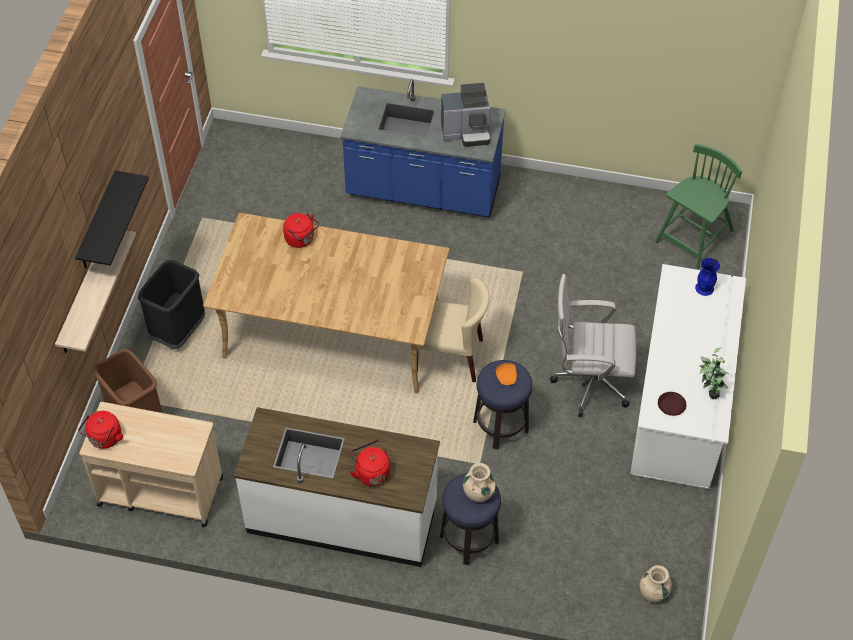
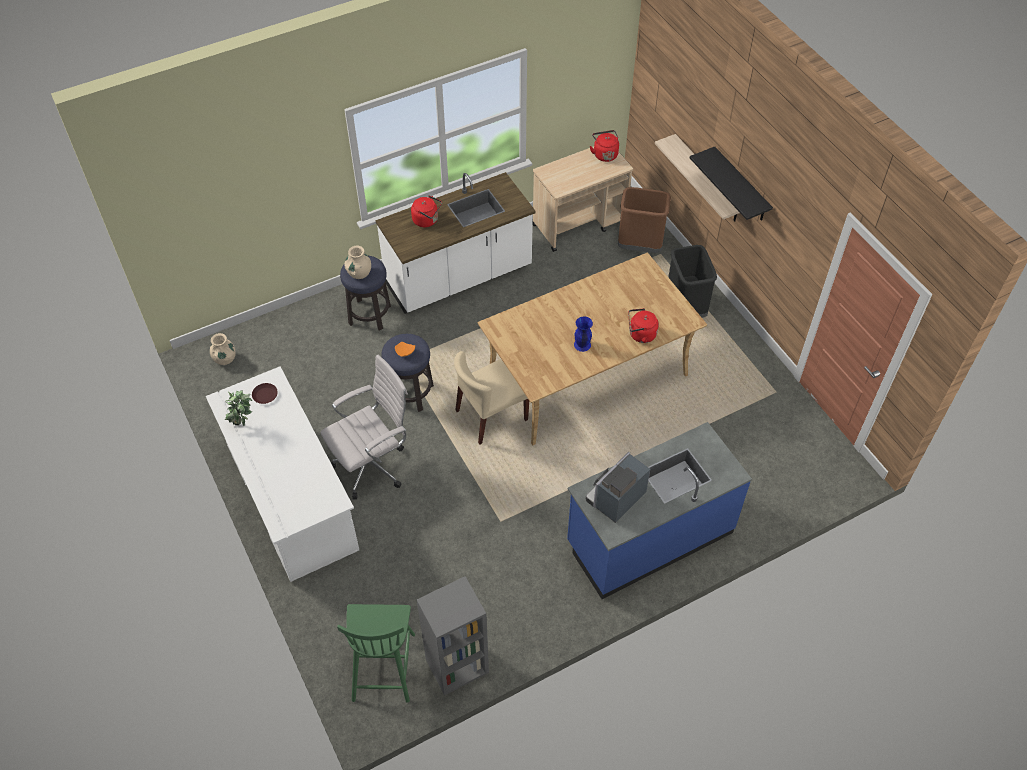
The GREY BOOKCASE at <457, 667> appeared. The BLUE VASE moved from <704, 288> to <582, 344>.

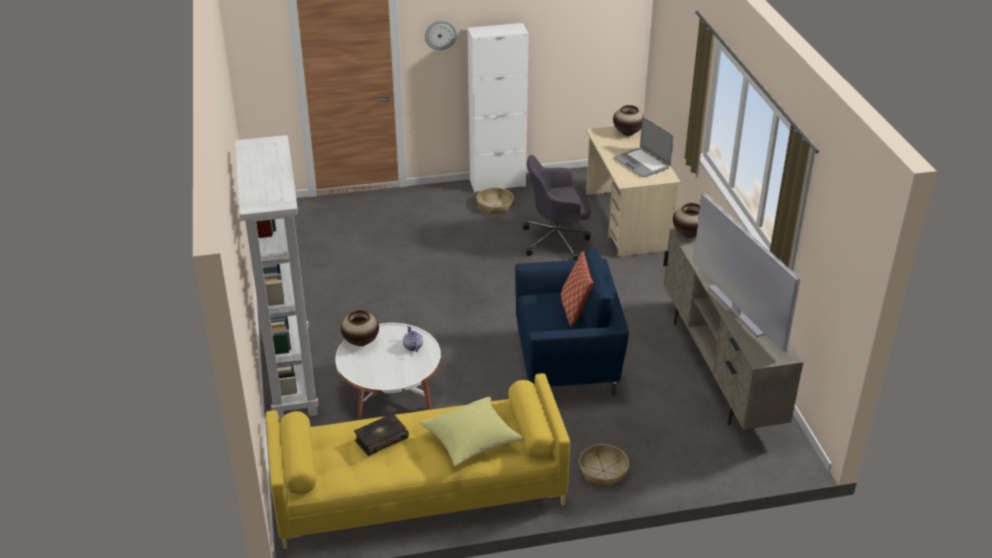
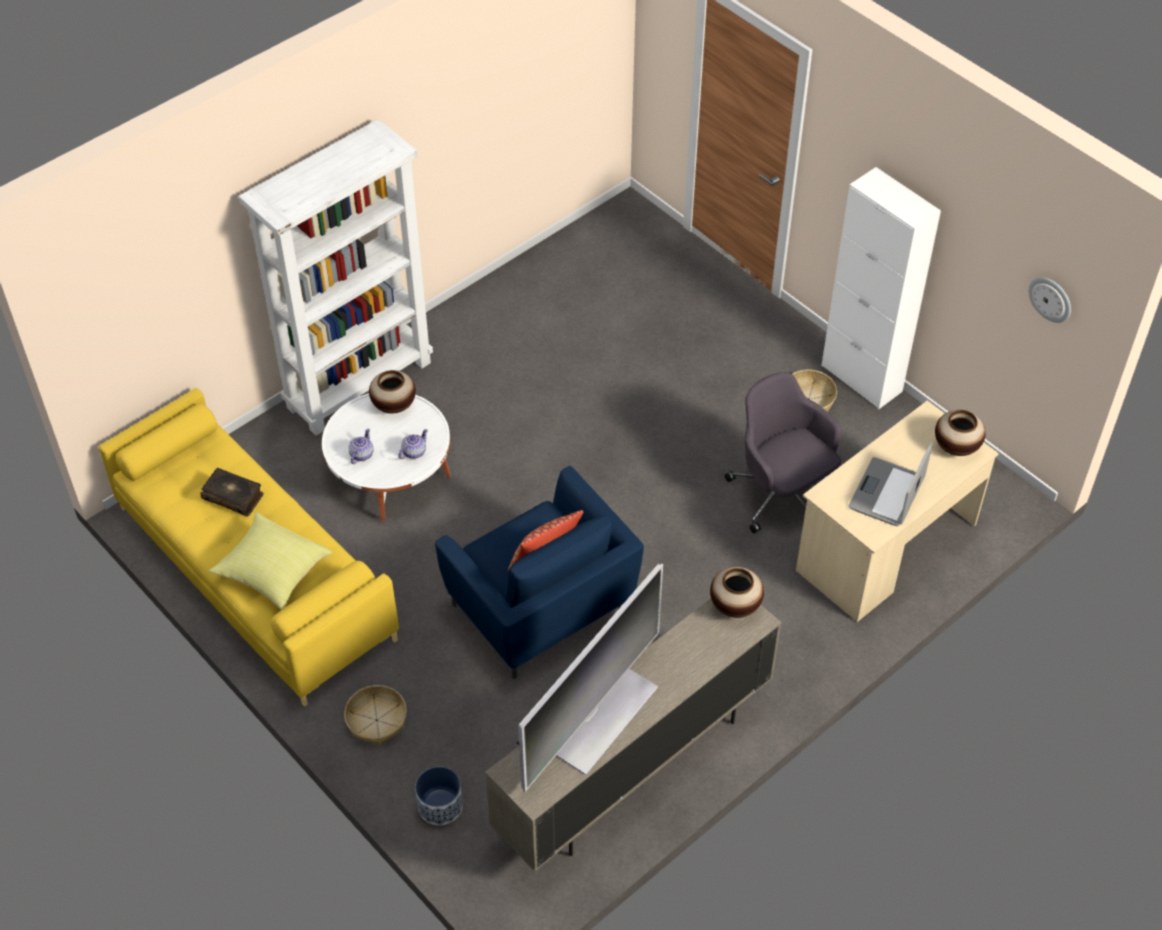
The TEAPOT at <361, 455> appeared. The PLANTER at <440, 806> appeared. The WALL CLOCK moved from <440, 34> to <1050, 299>.

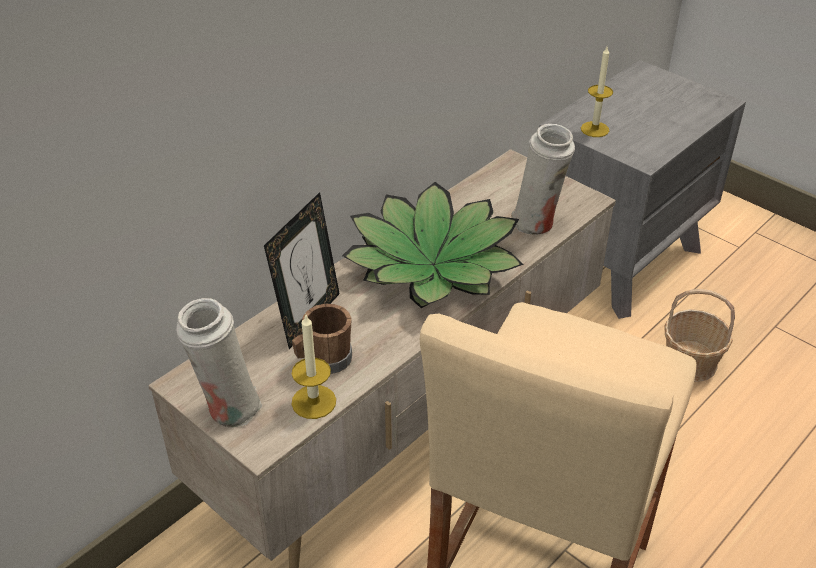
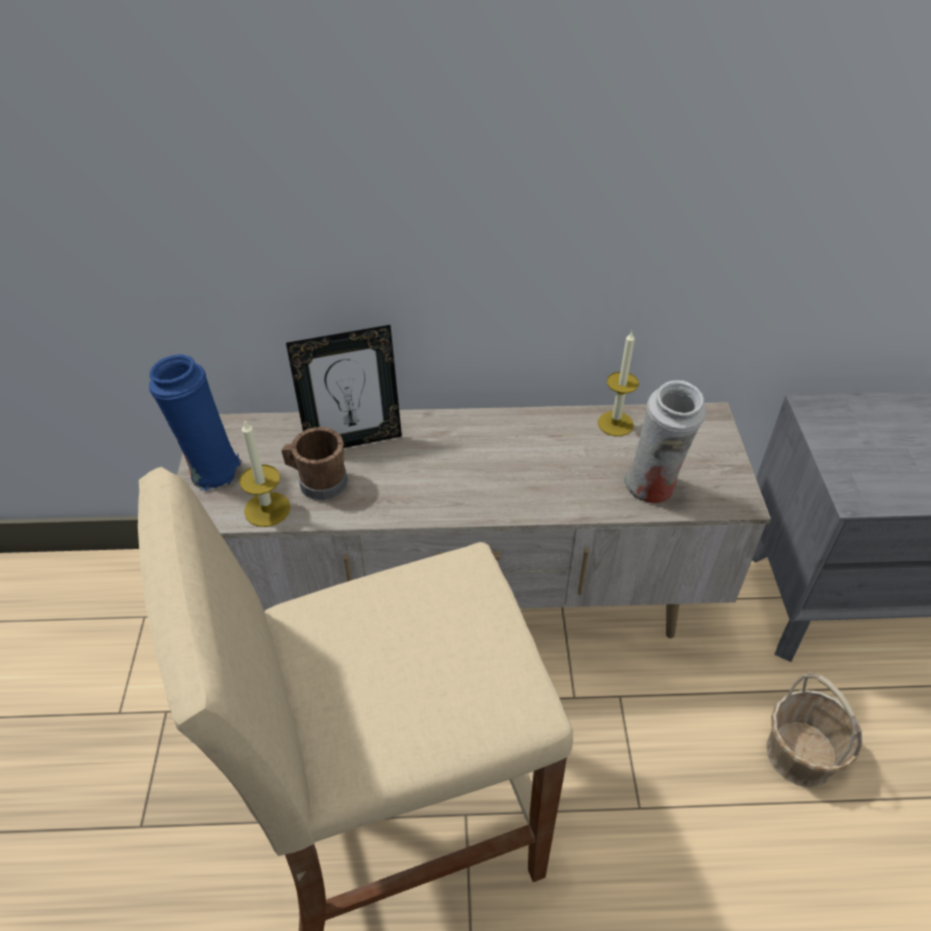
The WHITE VASE at <228, 409> became the BLUE VASE at <210, 470>. The CANDLE moved from <594, 129> to <615, 423>. The POTTED PLANT at <433, 264> disappeared.

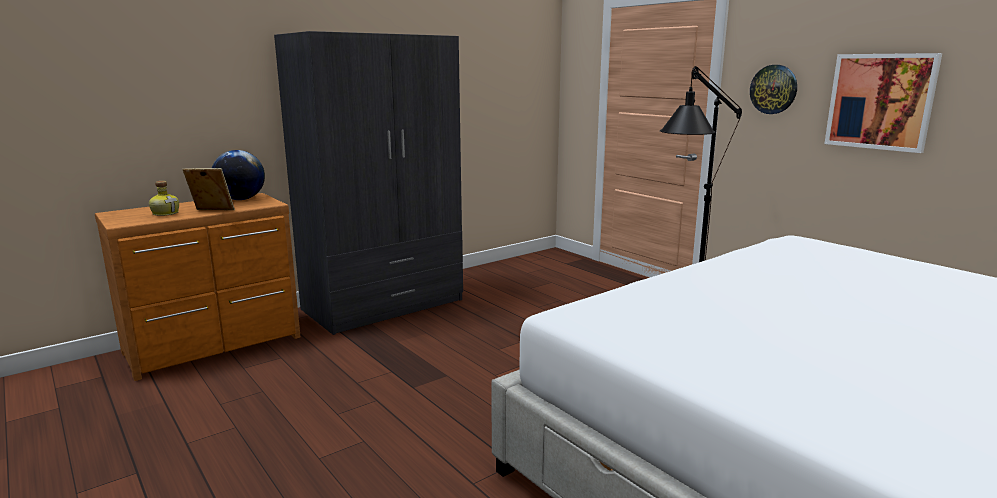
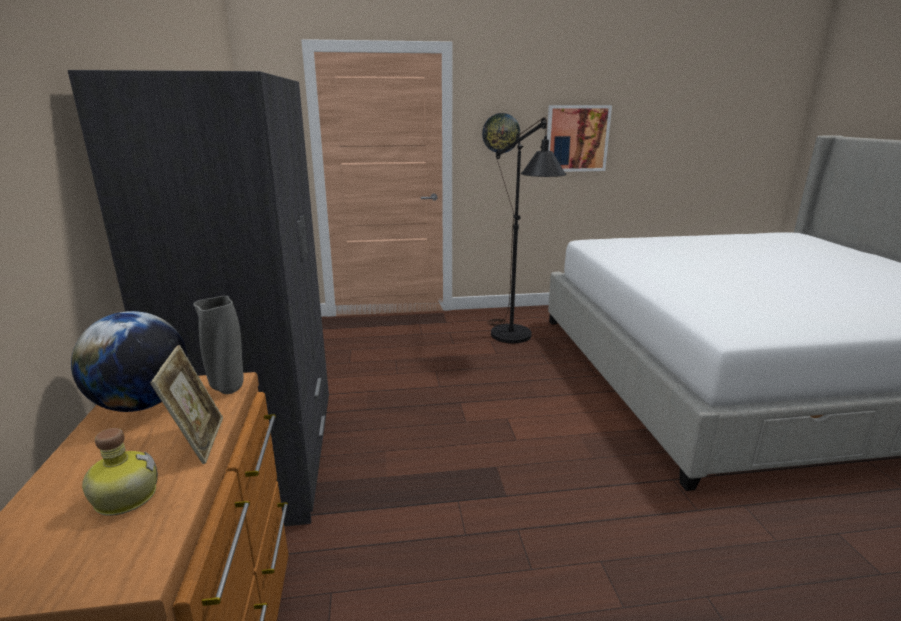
The PICTURE FRAME at <211, 211> turned 135 degrees clockwise. The GREY VASE at <228, 388> appeared.

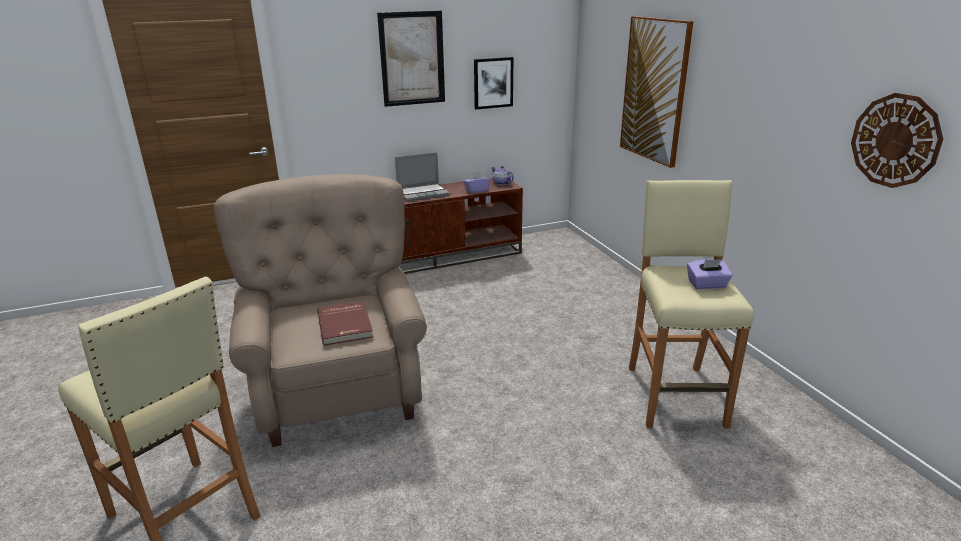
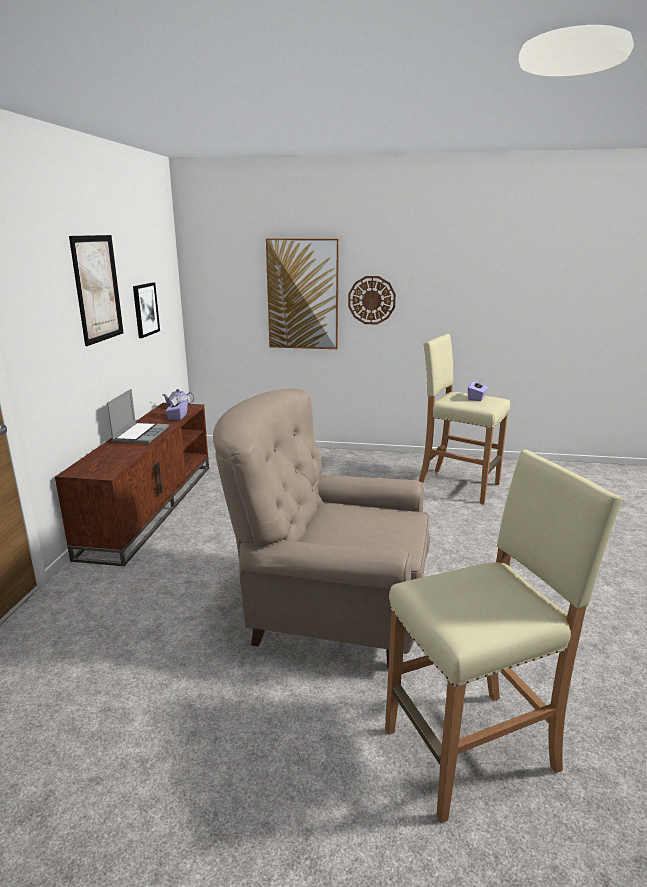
The WALL CLOCK moved from <895, 140> to <371, 300>. The RED BOOK at <346, 325> disappeared.

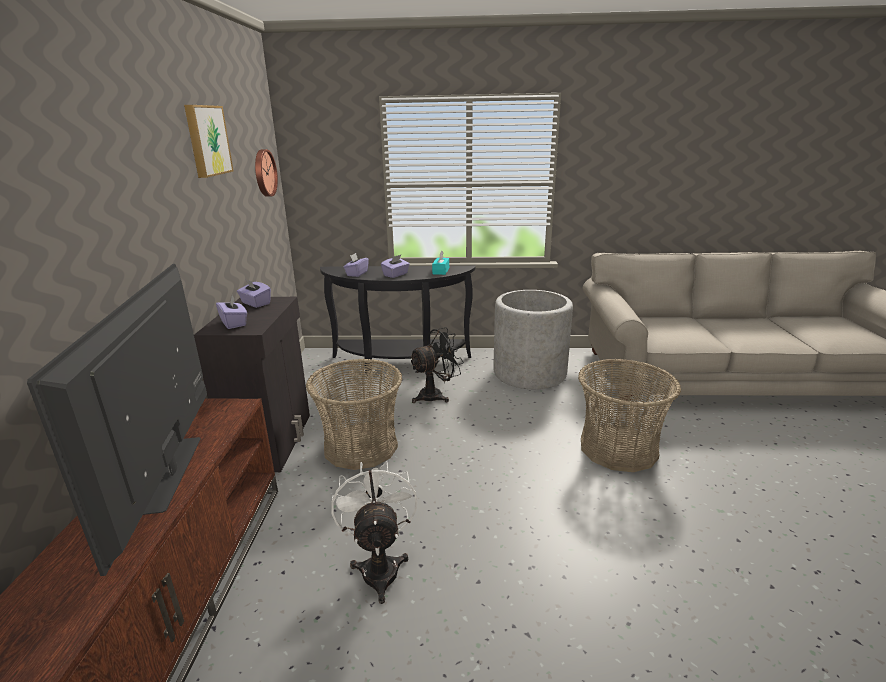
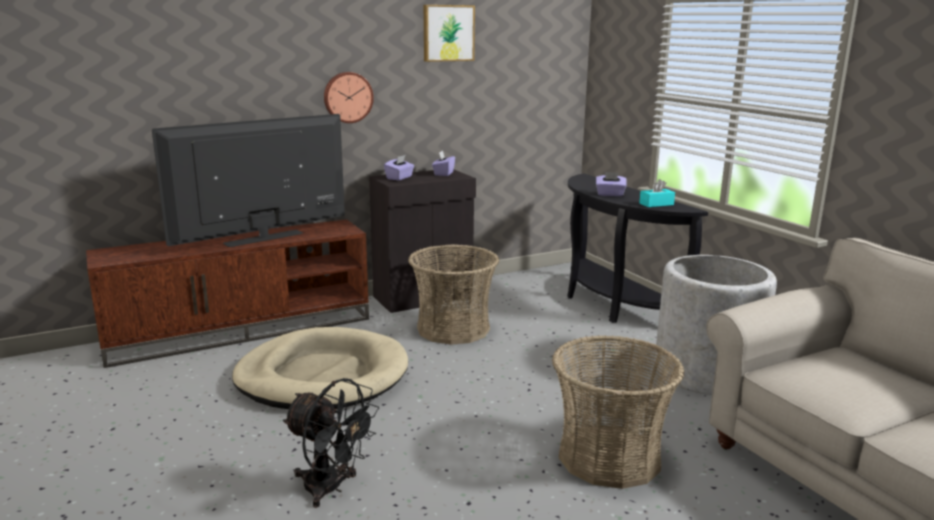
The WHITE FAN at <379, 566> was replaced by the BEIGE DOG BED at <322, 376>. The BLACK FAN moved from <436, 395> to <331, 488>. The WALL CLOCK moved from <264, 173> to <347, 97>. The PURPLE TISSUE BOX at <357, 273> disappeared.

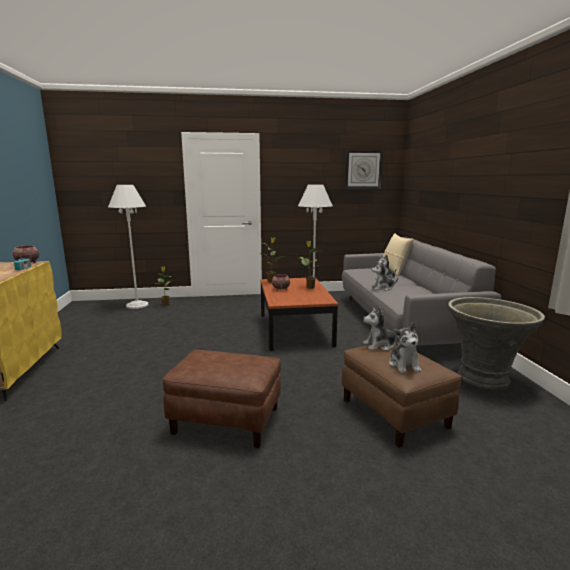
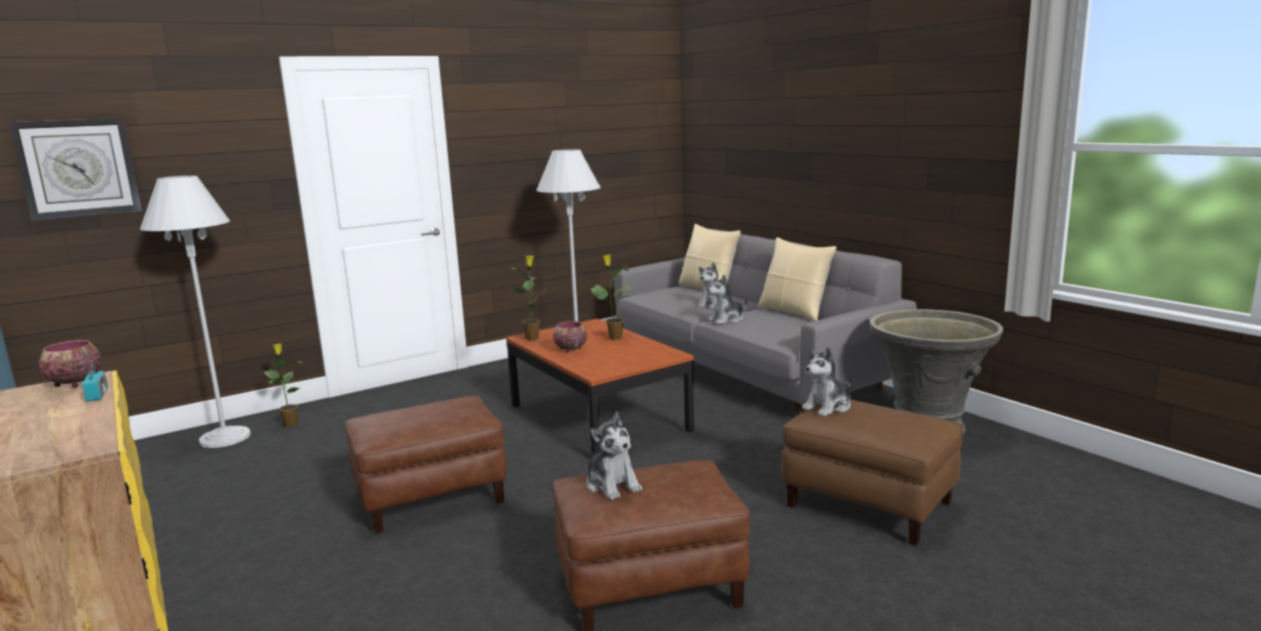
The WALL CLOCK moved from <363, 169> to <78, 168>. The BROWN OTTOMAN at <432, 496> appeared. The PLUSH TOY moved from <404, 365> to <612, 485>. The BEIGE PILLOW at <794, 312> appeared.

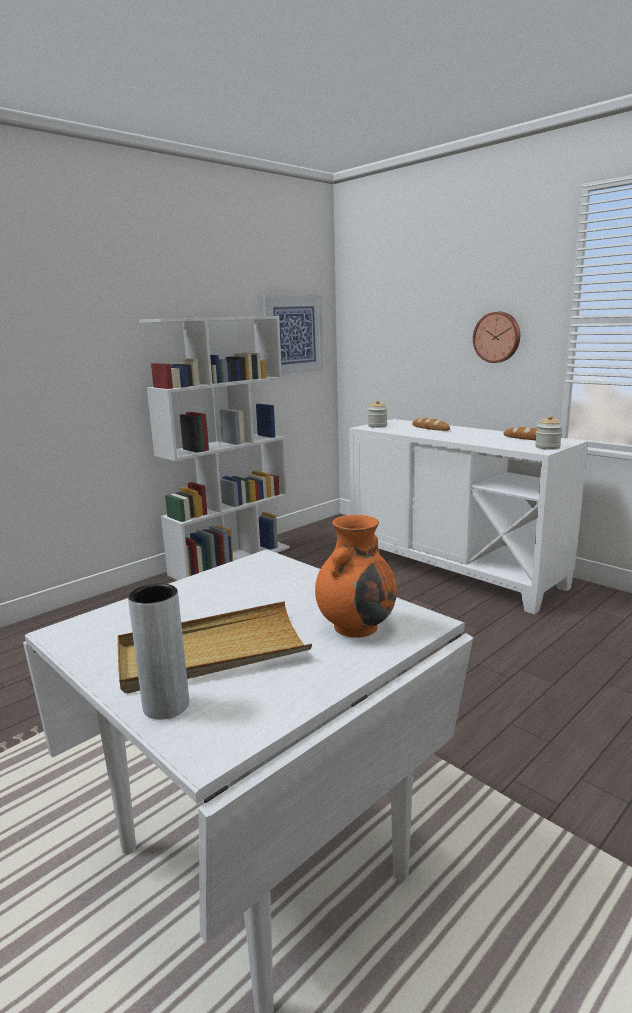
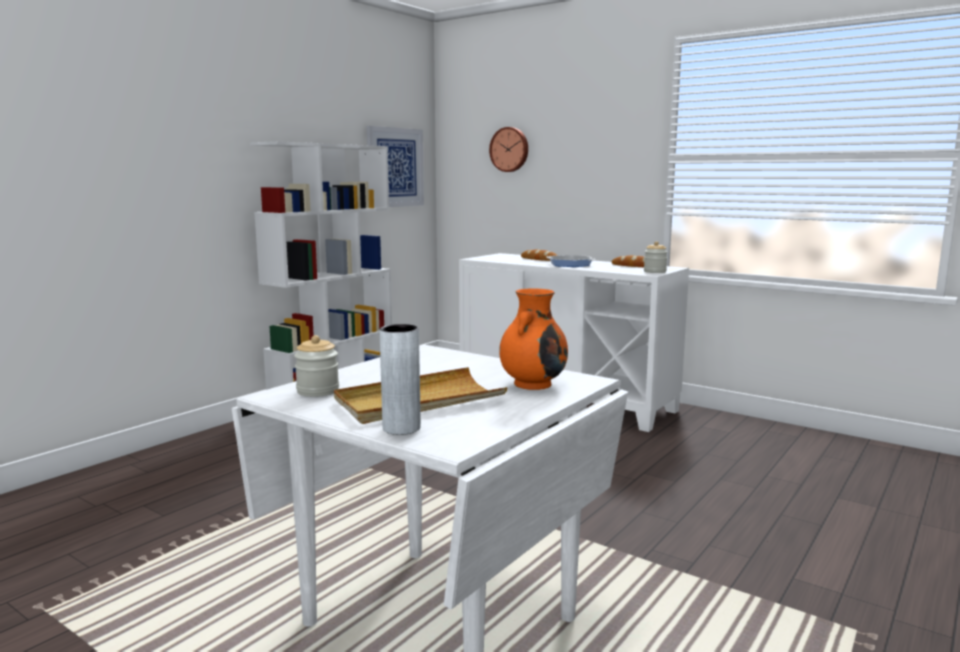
The JAR moved from <377, 426> to <318, 391>. The WALL CLOCK moved from <497, 337> to <510, 149>. The FRYING PAN at <570, 264> appeared.

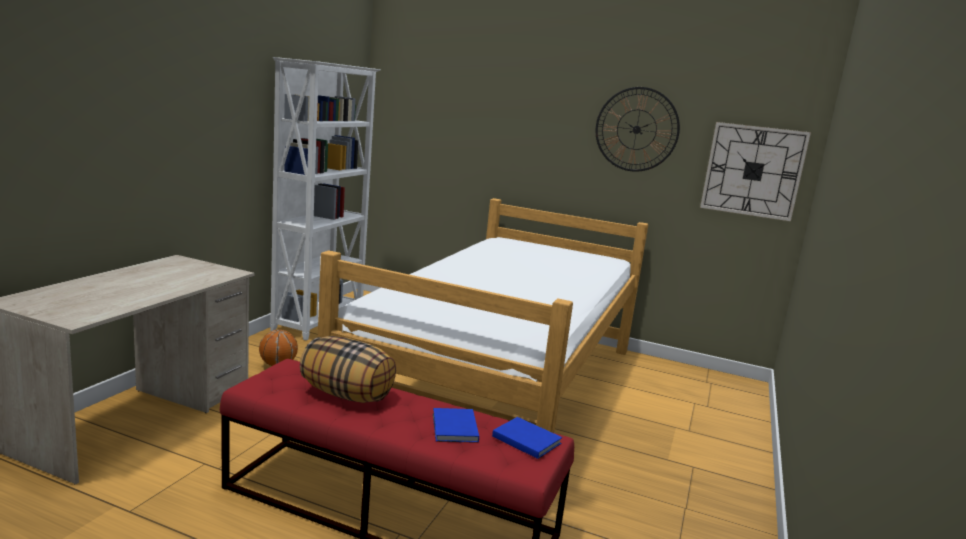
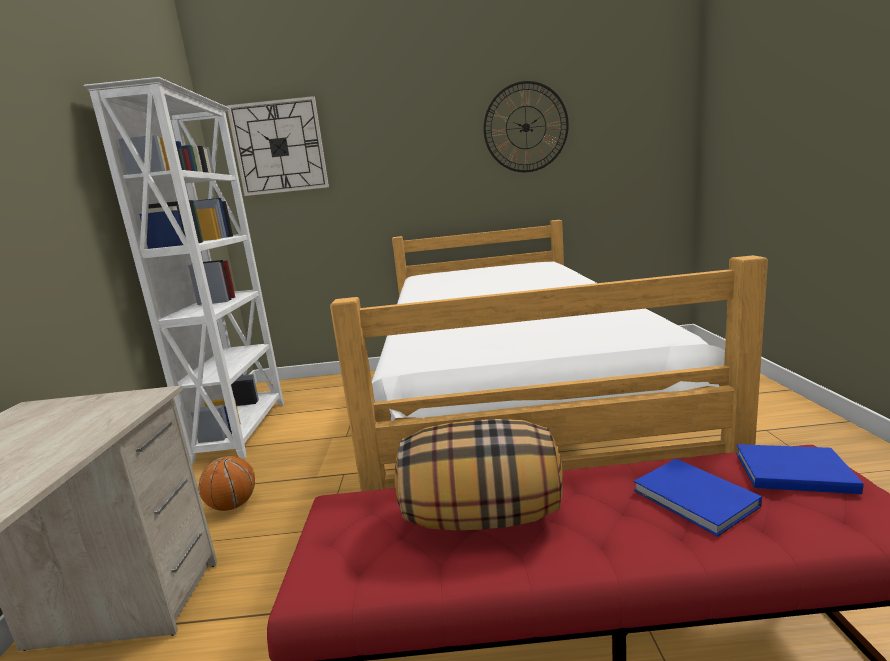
The WALL CLOCK moved from <753, 171> to <279, 147>.

